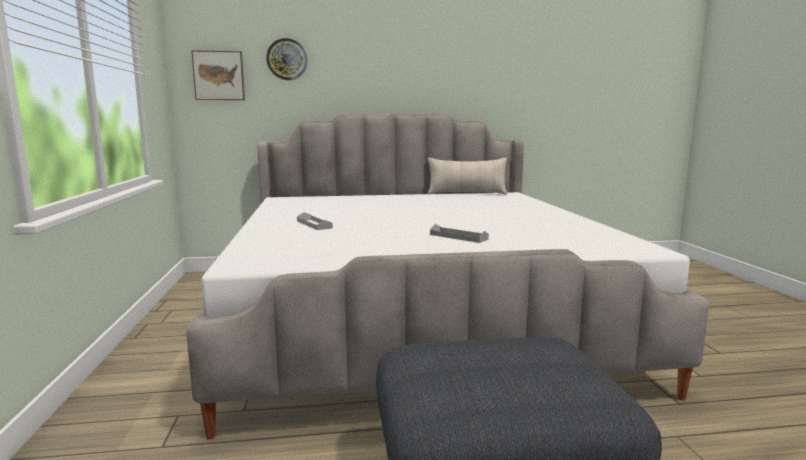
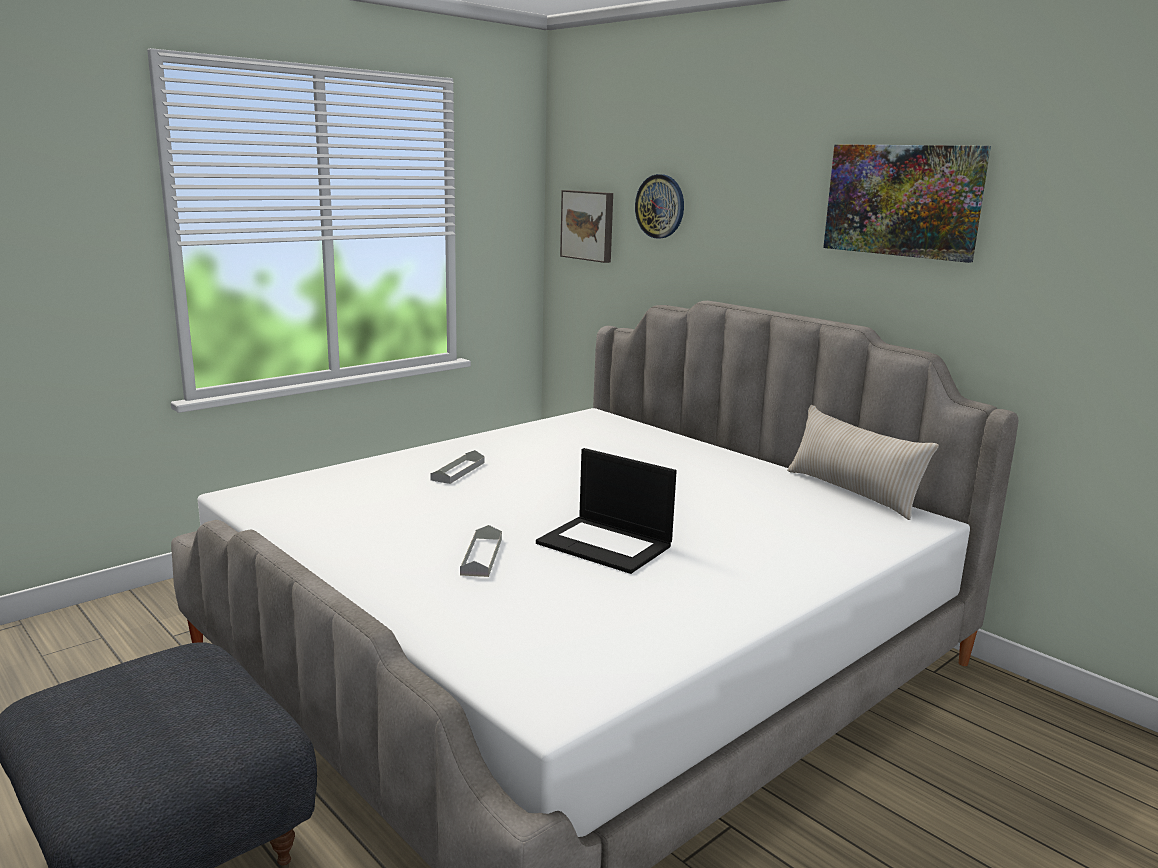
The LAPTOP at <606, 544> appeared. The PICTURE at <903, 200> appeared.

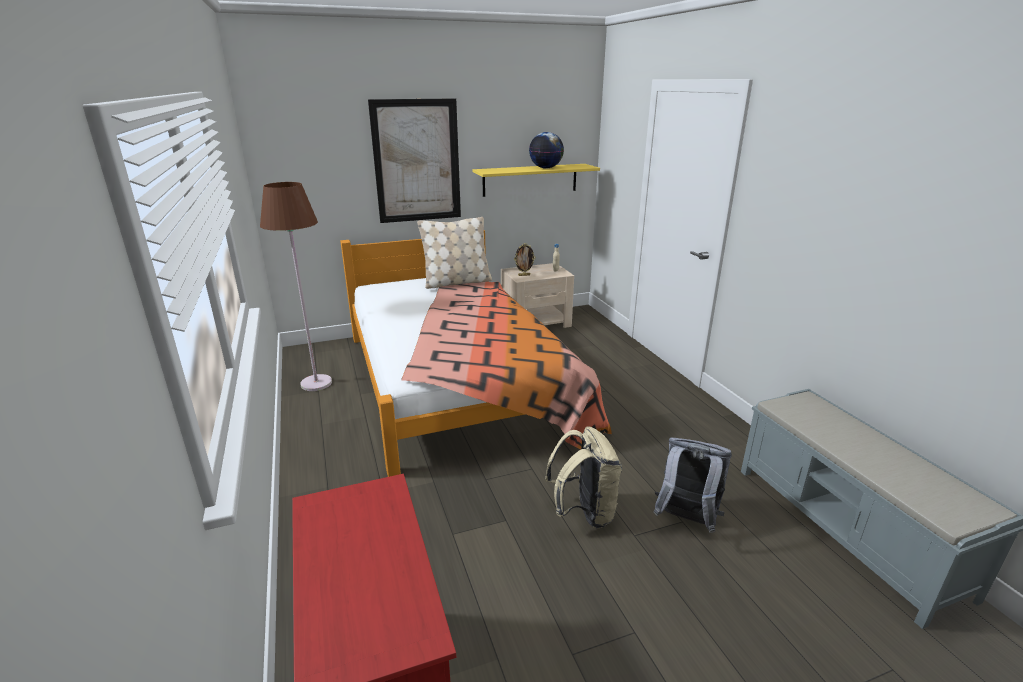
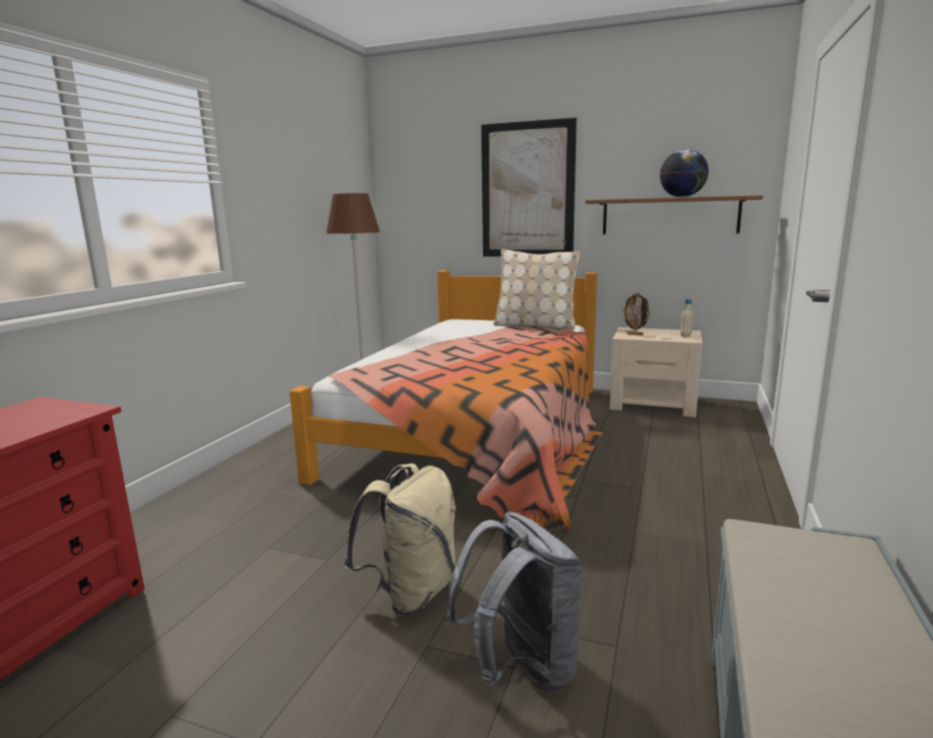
The YELLOW SHELF at <530, 180> became the BROWN SHELF at <669, 216>.

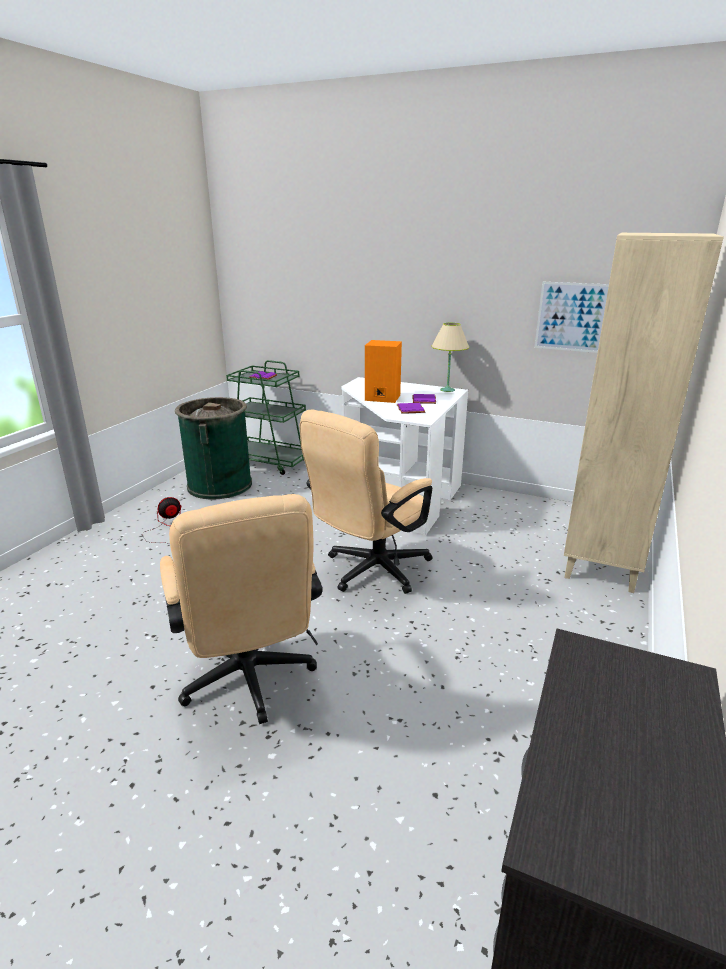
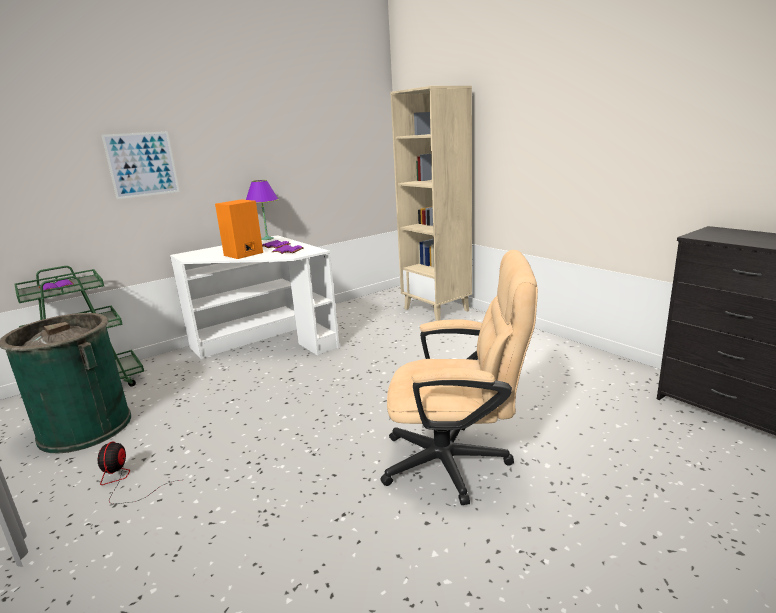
The PICTURE moved from <572, 317> to <142, 164>. The BEIGE TABLE LAMP at <447, 390> became the PURPLE TABLE LAMP at <267, 238>. The BEIGE OFFICE CHAIR at <370, 571> disappeared.

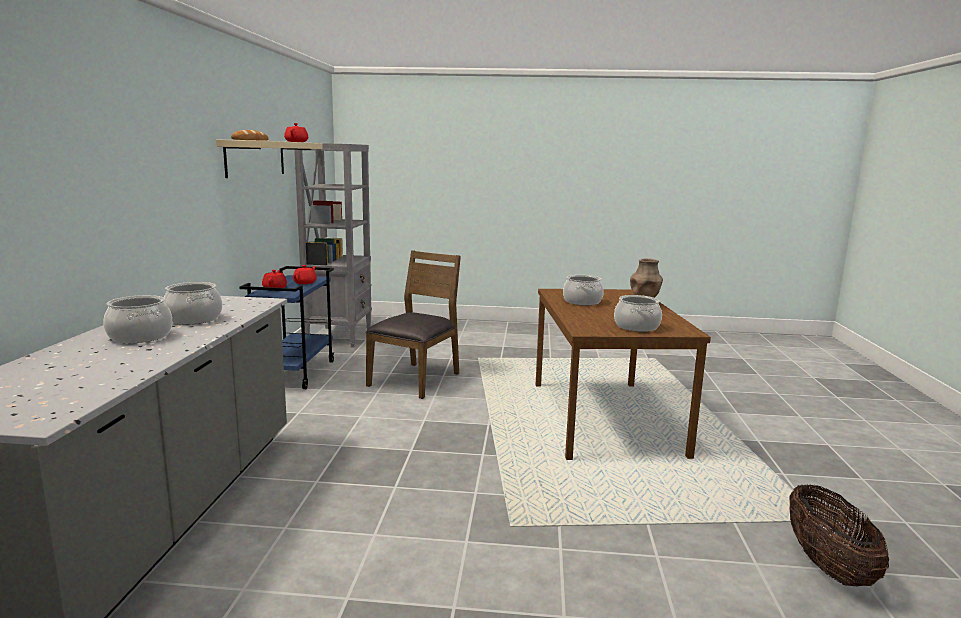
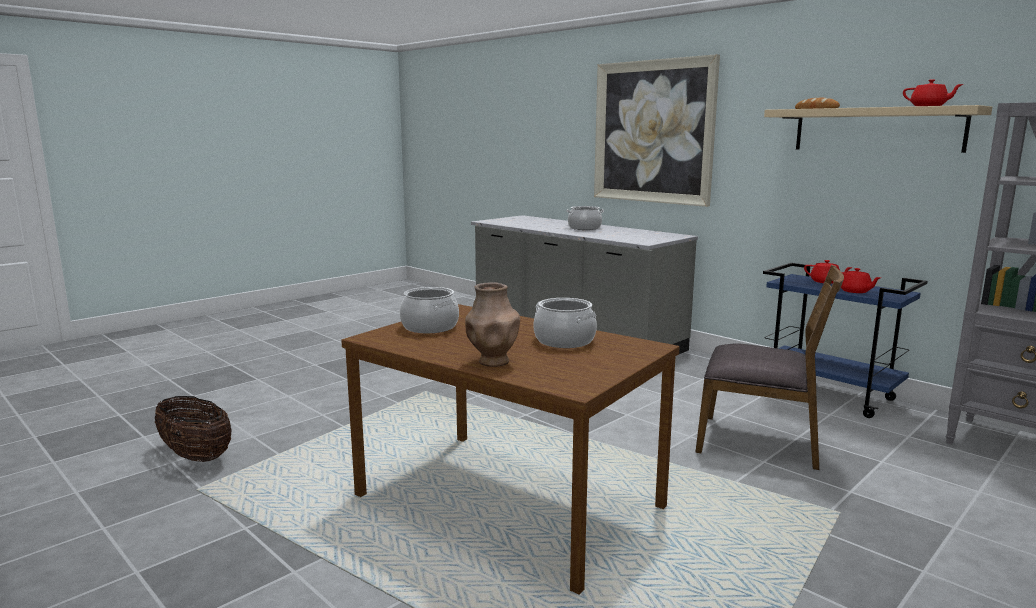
The PICTURE at <653, 132> appeared. The BROWN CHAIR at <416, 379> turned 45 degrees counterclockwise. The COOKING POT at <193, 319> disappeared.

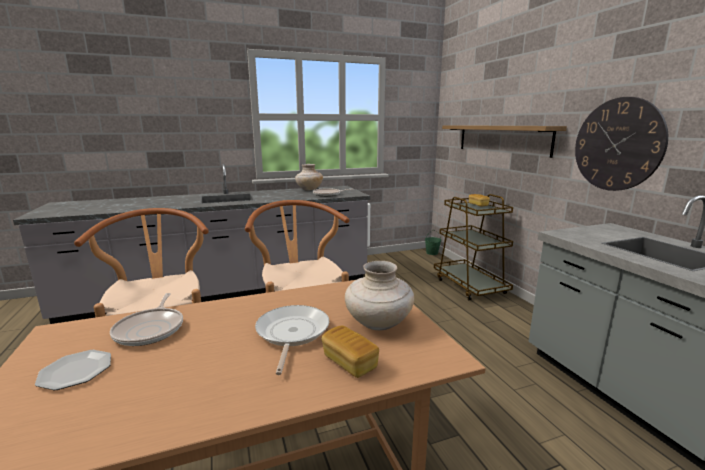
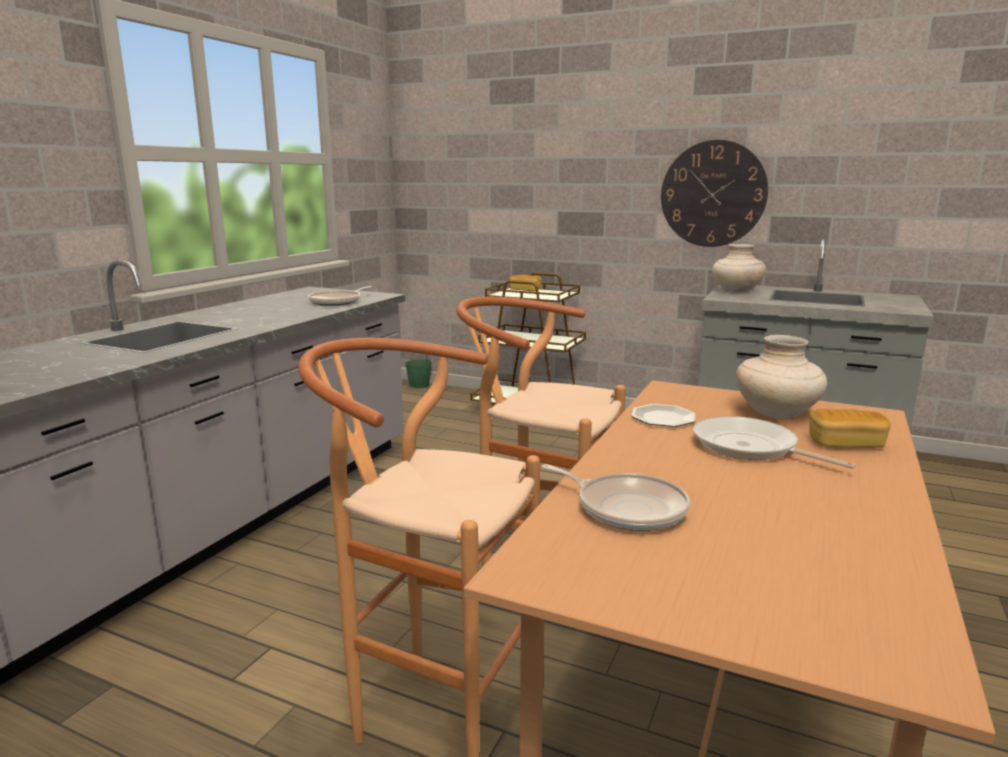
The PLATE moved from <75, 371> to <662, 418>. The BEIGE VASE moved from <309, 189> to <736, 291>. The SHELF at <501, 139> disappeared.

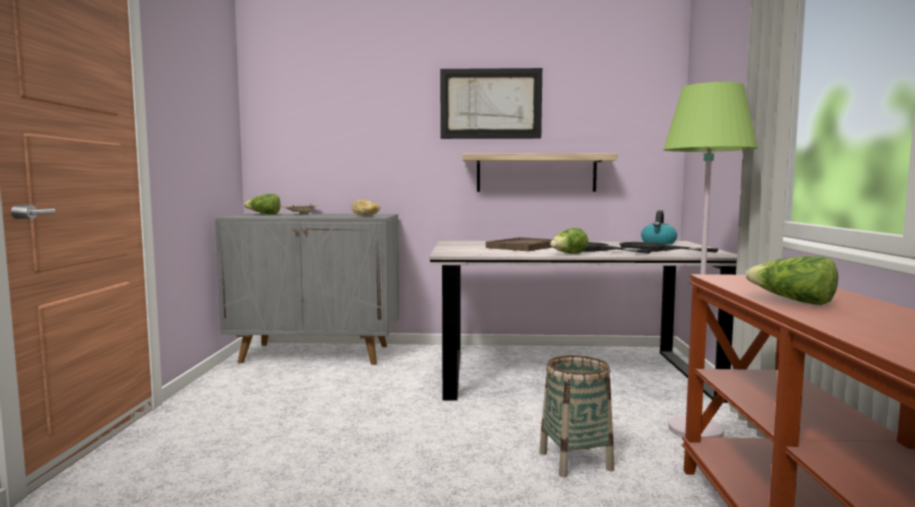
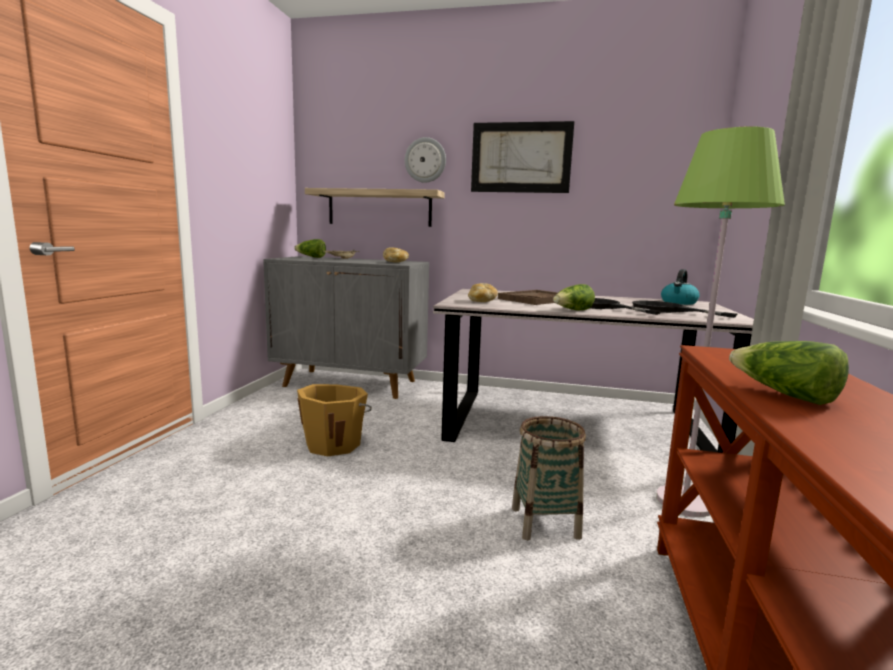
The ORANGE BUCKET at <334, 444> appeared. The SHELF moved from <536, 173> to <379, 208>. The WALL CLOCK at <425, 160> appeared. The BREAD at <482, 302> appeared.

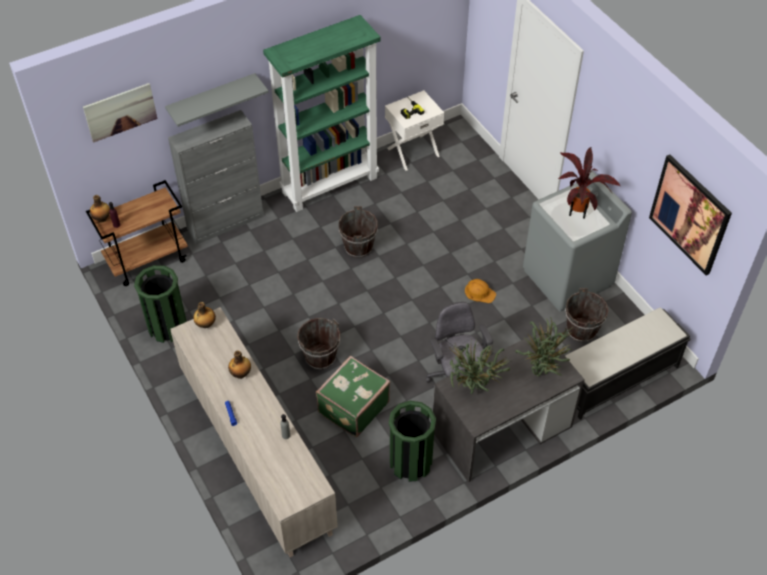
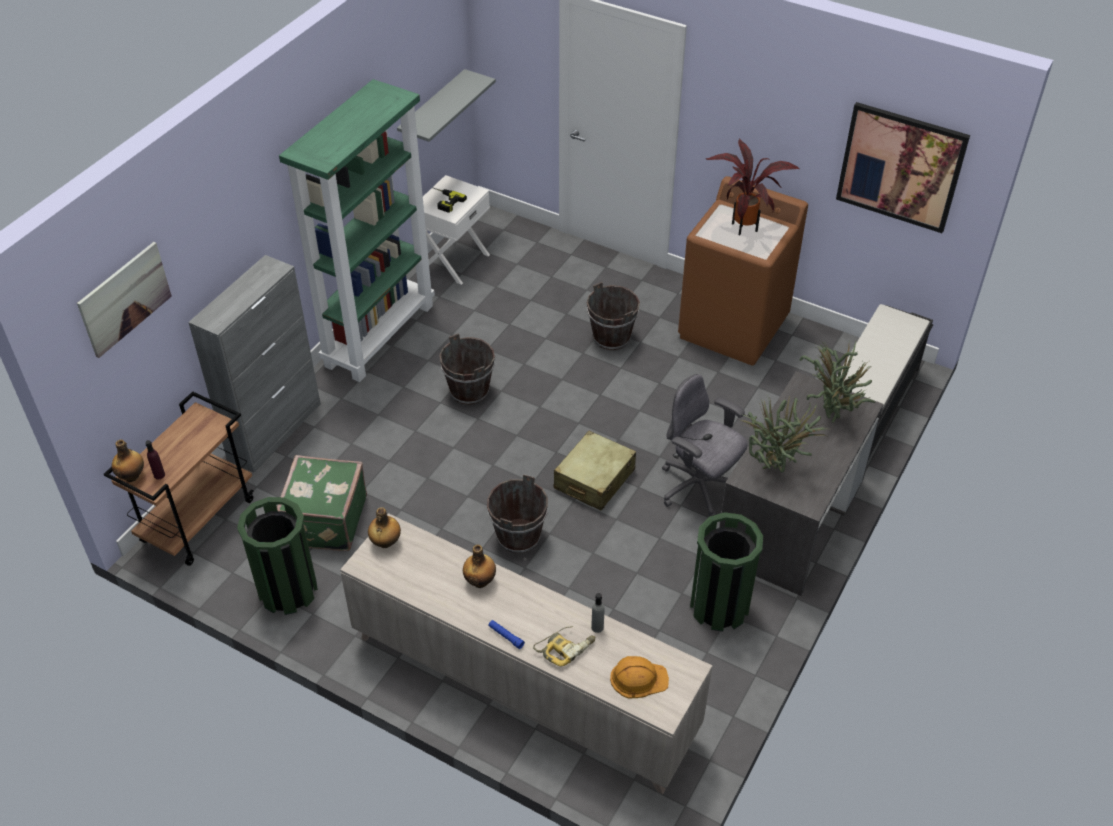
The GREEN SUITCASE moved from <352, 407> to <324, 520>. The GREY SHELF moved from <212, 99> to <432, 111>. The POWER DRILL at <565, 647> appeared. The BEIGE SUITCASE at <594, 479> appeared. The BROWN BUCKET moved from <581, 330> to <612, 338>. The ORANGE HARD HAT moved from <479, 292> to <638, 678>. The GREY WASHING MACHINE at <567, 278> became the BROWN WASHING MACHINE at <733, 327>.

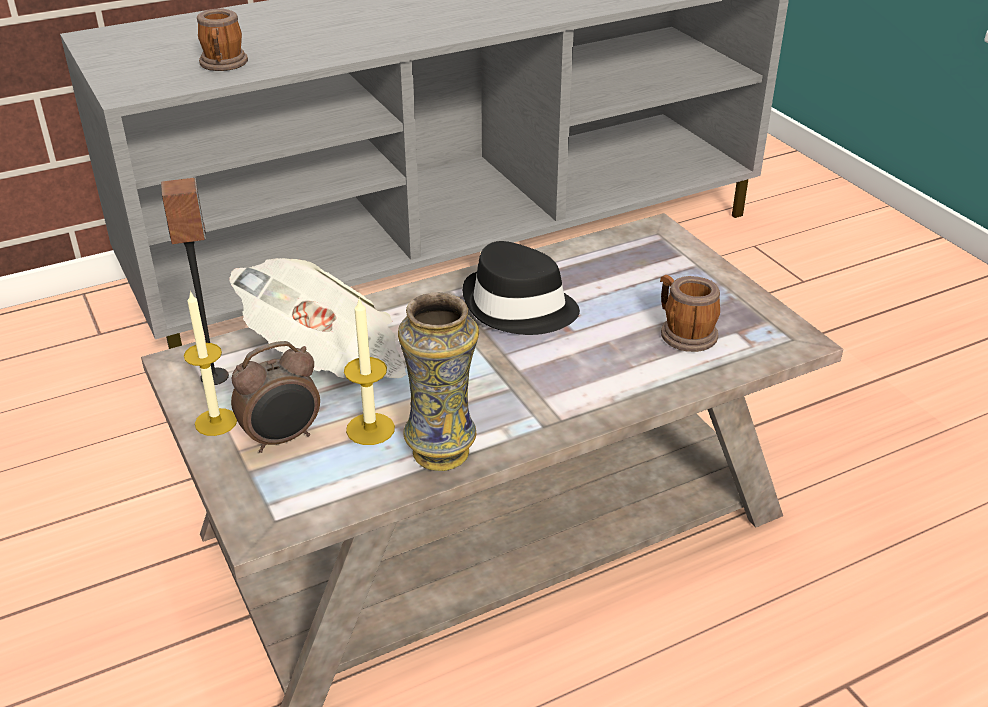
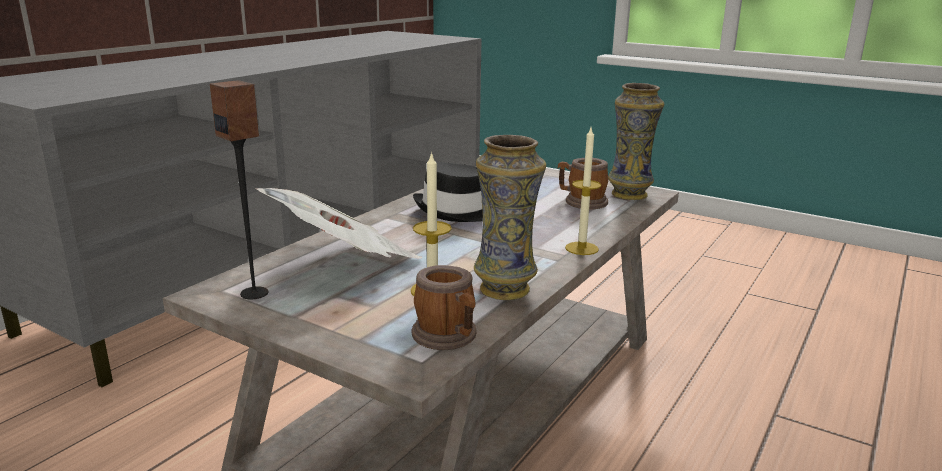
The MUG moved from <223, 64> to <448, 337>. The CANDLE moved from <216, 422> to <581, 248>. The VASE at <629, 195> appeared. The ALARM CLOCK at <283, 439> disappeared.

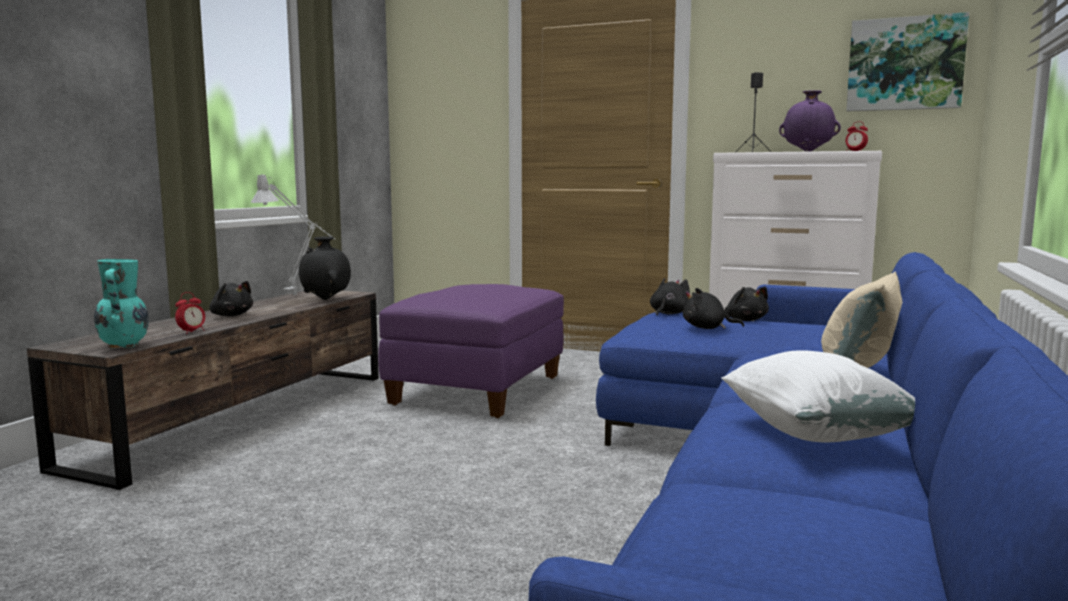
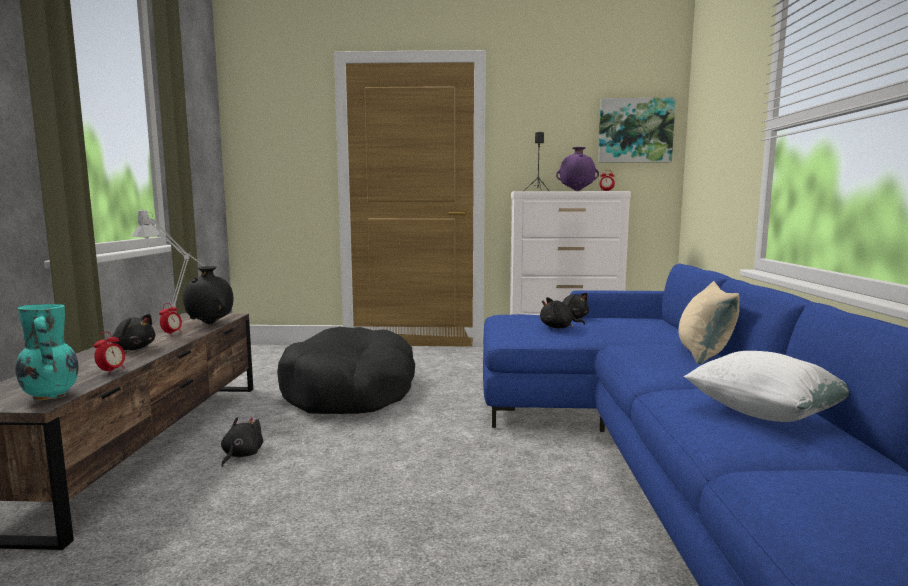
The ALARM CLOCK at <171, 333> appeared. The BLACK PLUSH TOY moved from <668, 313> to <241, 455>. The PURPLE OTTOMAN at <477, 390> was replaced by the BLACK DOG BED at <350, 391>.

